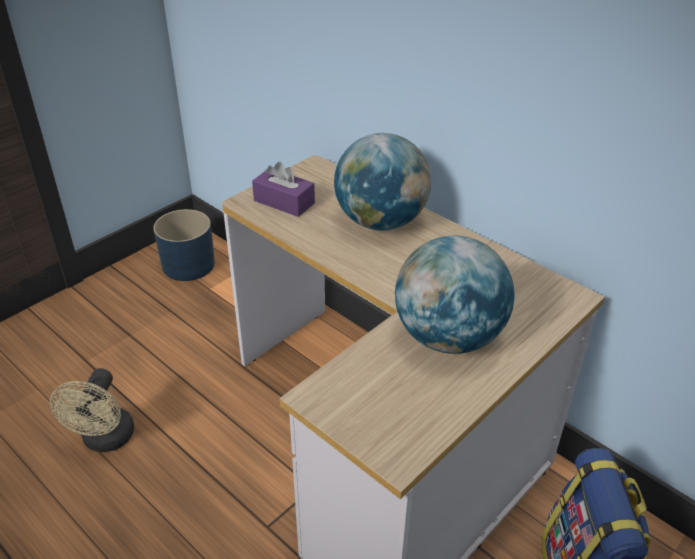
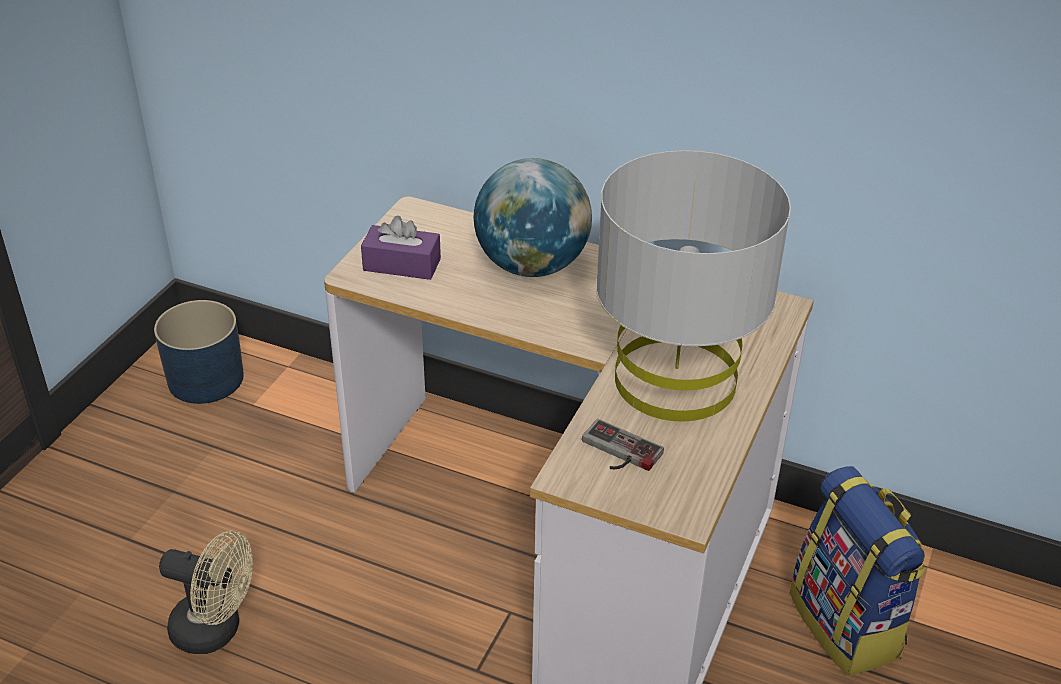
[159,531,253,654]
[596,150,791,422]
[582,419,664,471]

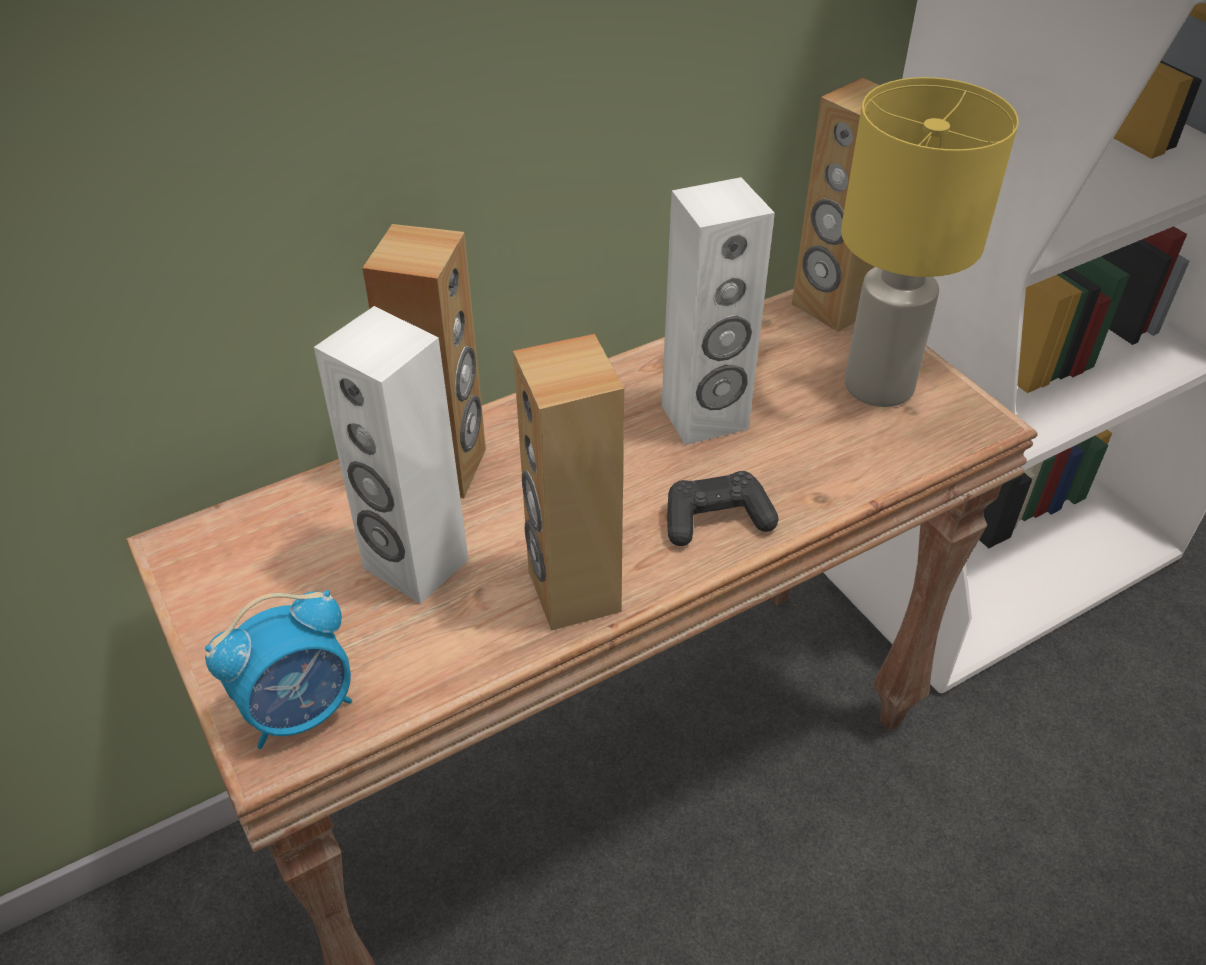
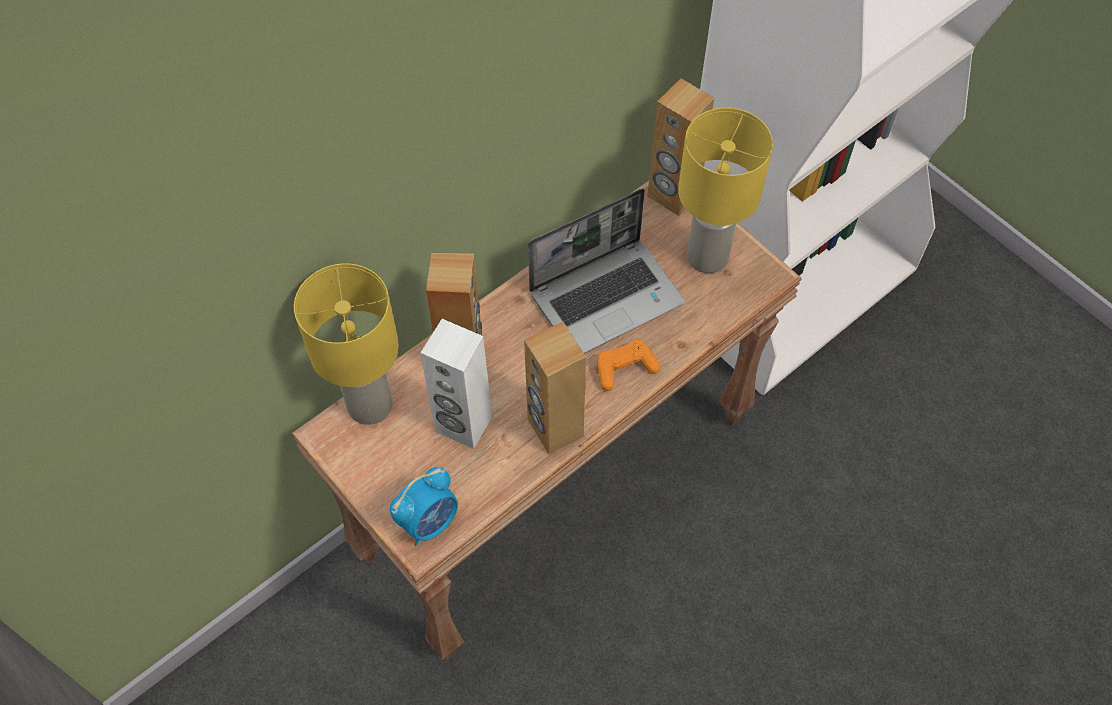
[528,188,685,354]
[597,340,660,391]
[294,263,399,425]

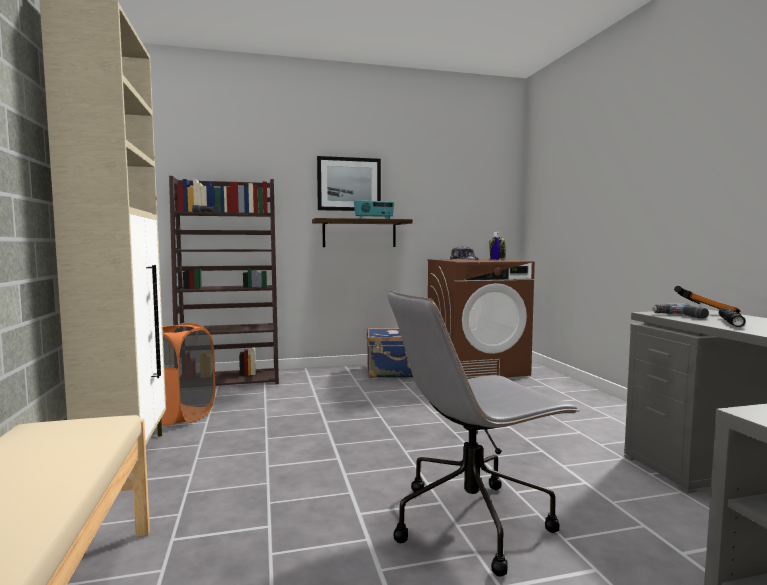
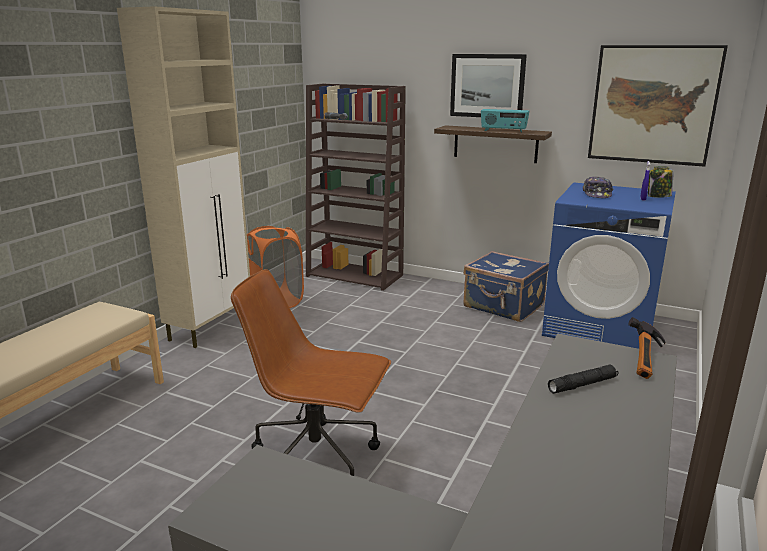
[231,269,391,476]
[542,182,676,349]
[652,303,709,319] (first image)
[588,45,728,167]

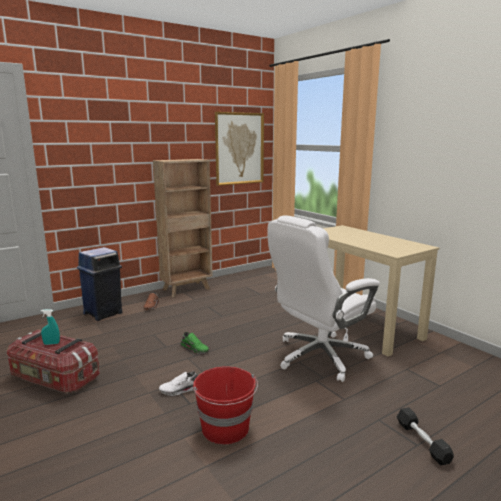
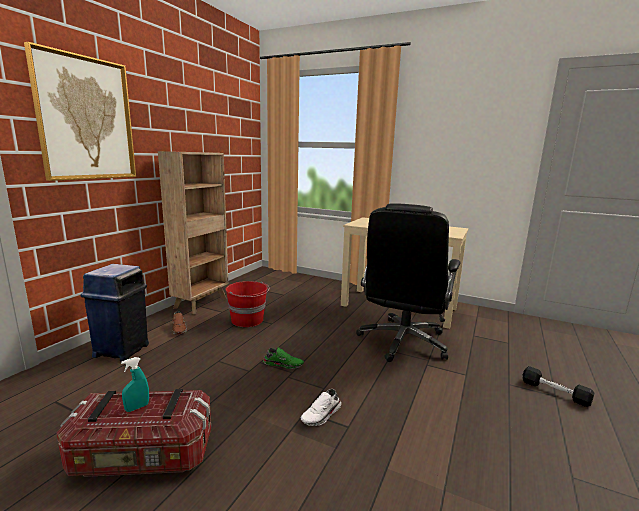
[226,281,269,327]
[24,42,136,181]
[356,203,461,362]

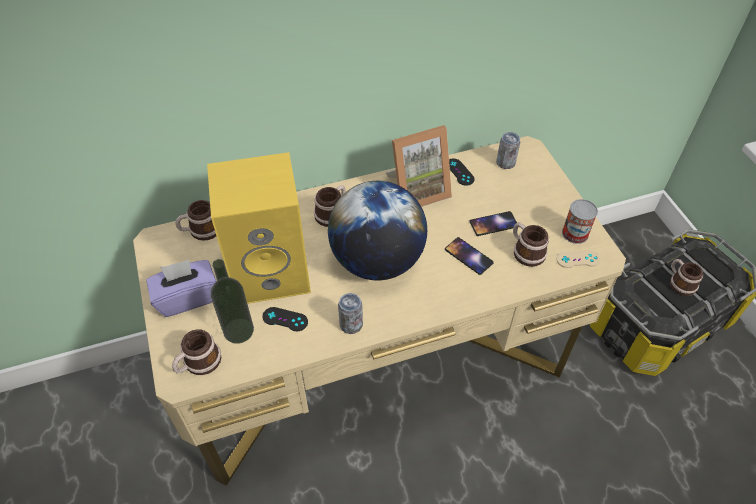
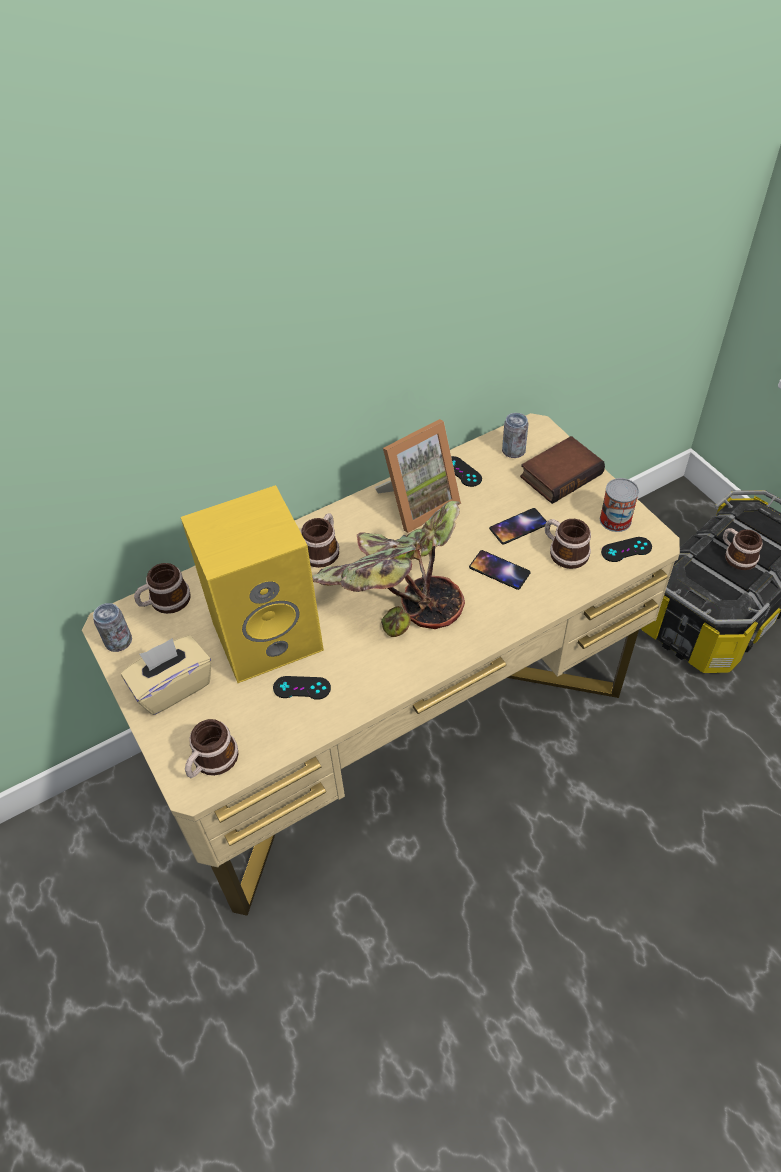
[121,635,212,715]
[211,259,254,344] (first image)
[312,501,465,637]
[93,603,132,652]
[601,537,652,562]
[520,436,605,504]

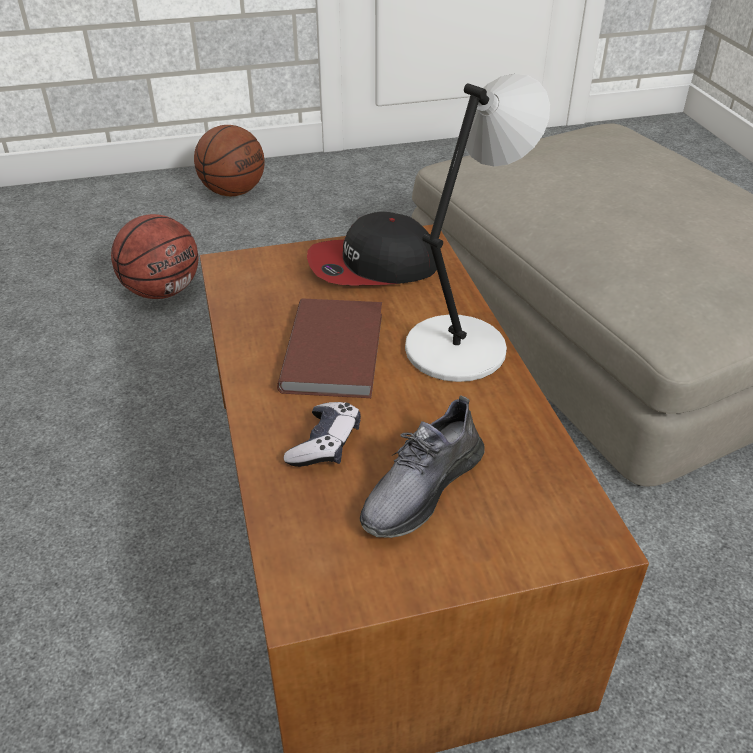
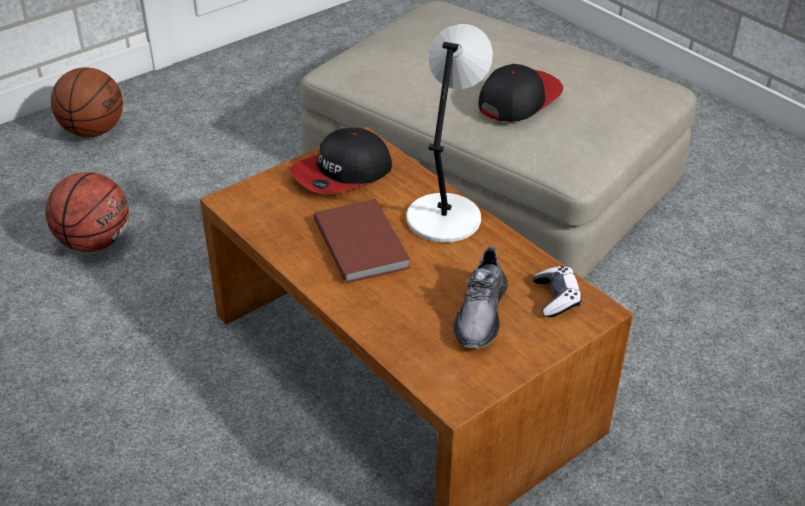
[533,266,582,317]
[478,64,563,122]

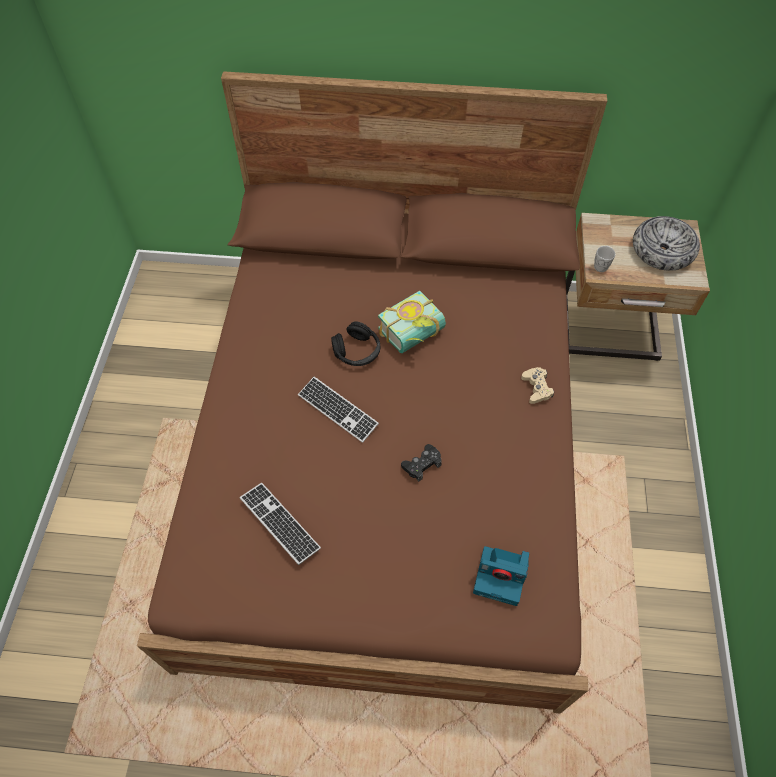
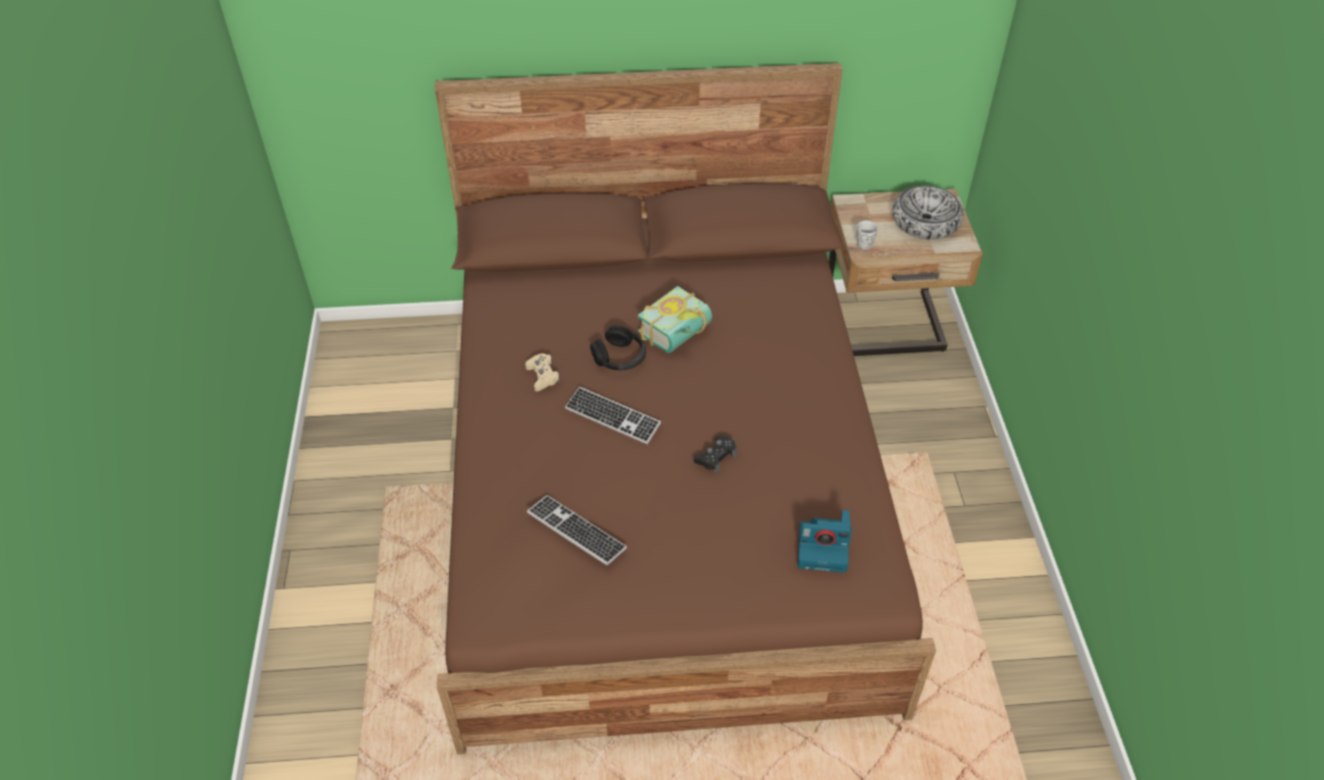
[525,354,560,391]

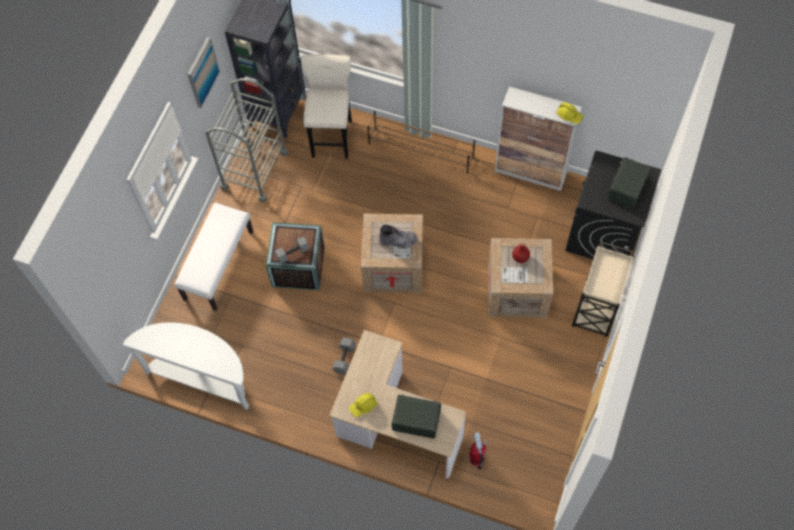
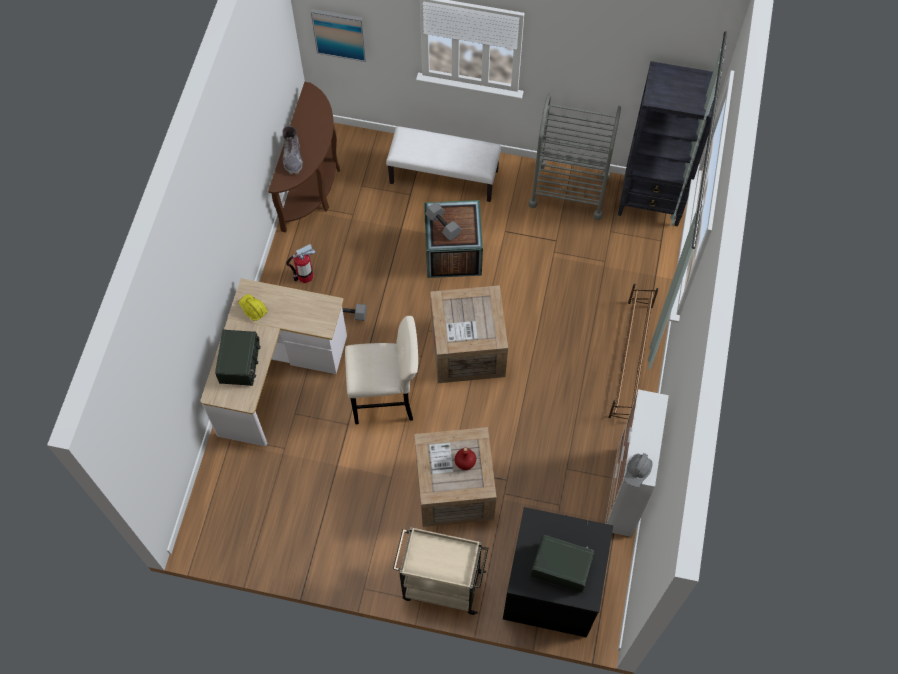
[268,82,340,232]
[311,9,367,62]
[345,316,418,424]
[282,126,303,174]
[286,244,316,283]
[624,453,653,488]

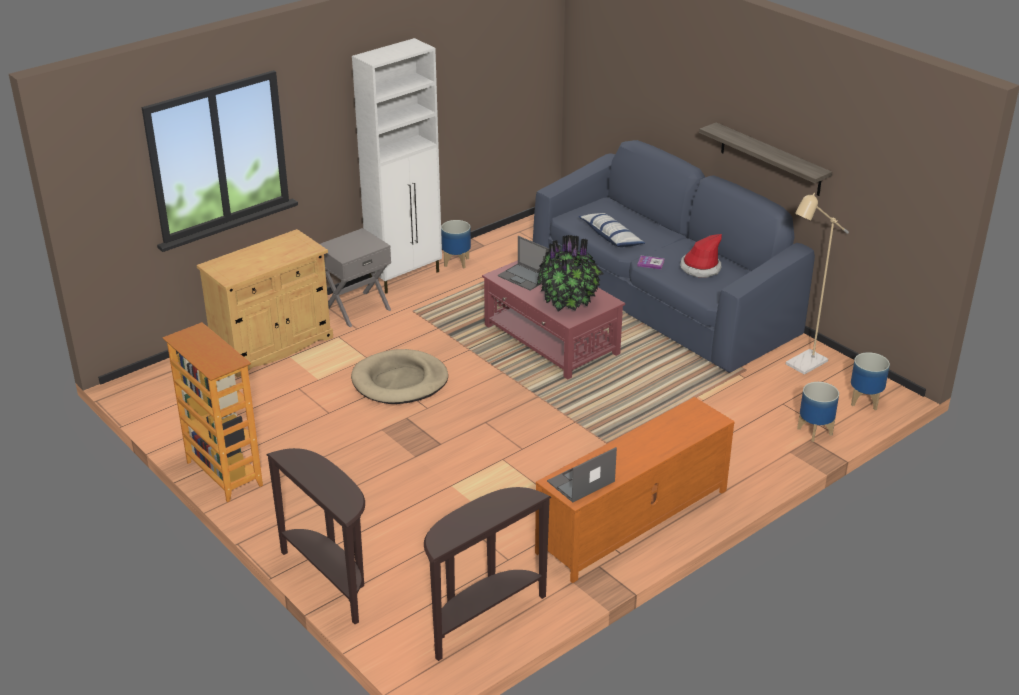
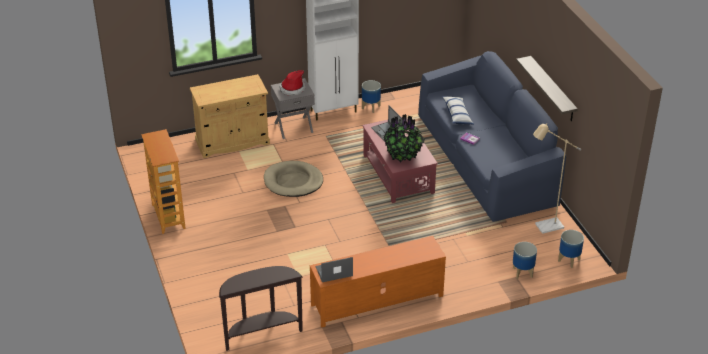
[266,448,365,624] (first image)
[279,70,305,96]

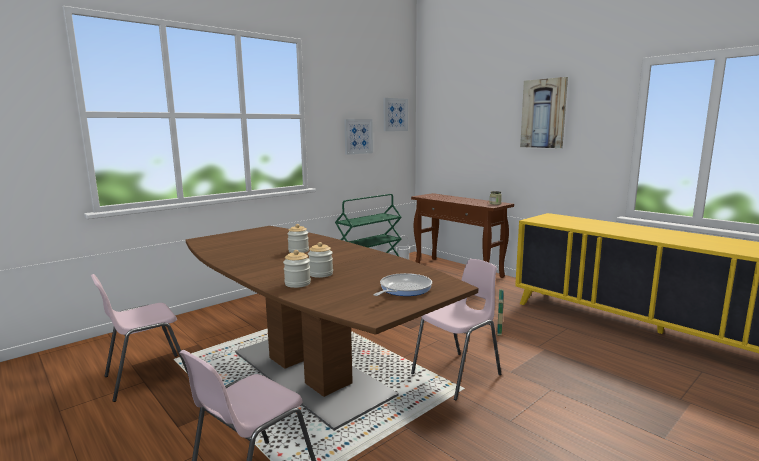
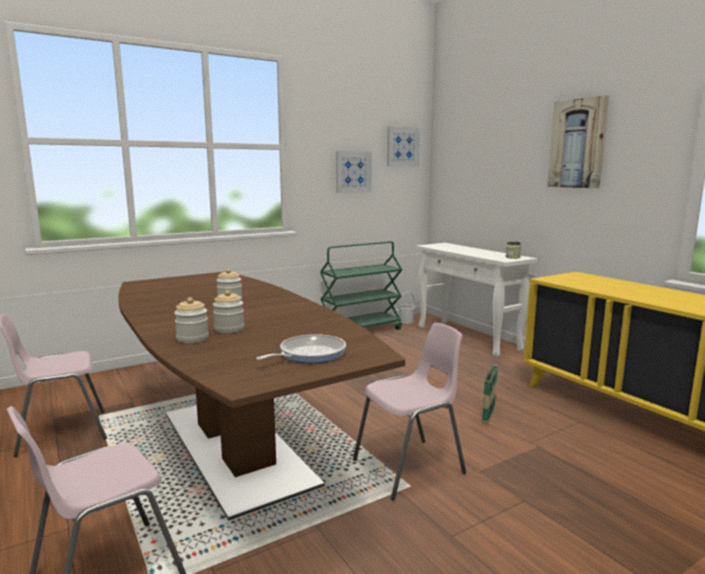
[416,243,538,357]

